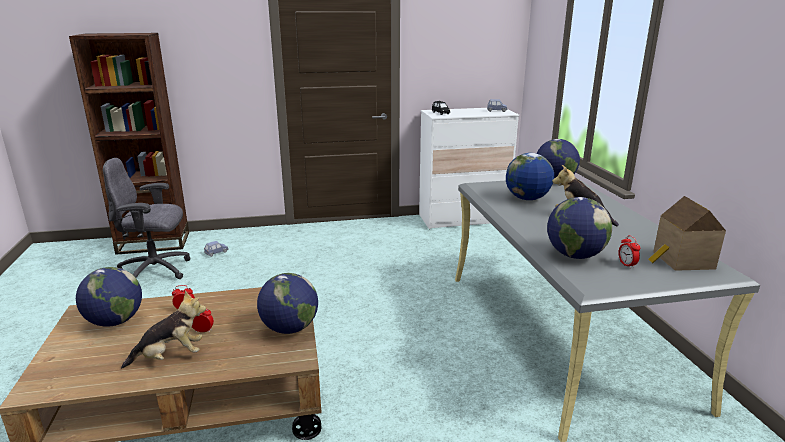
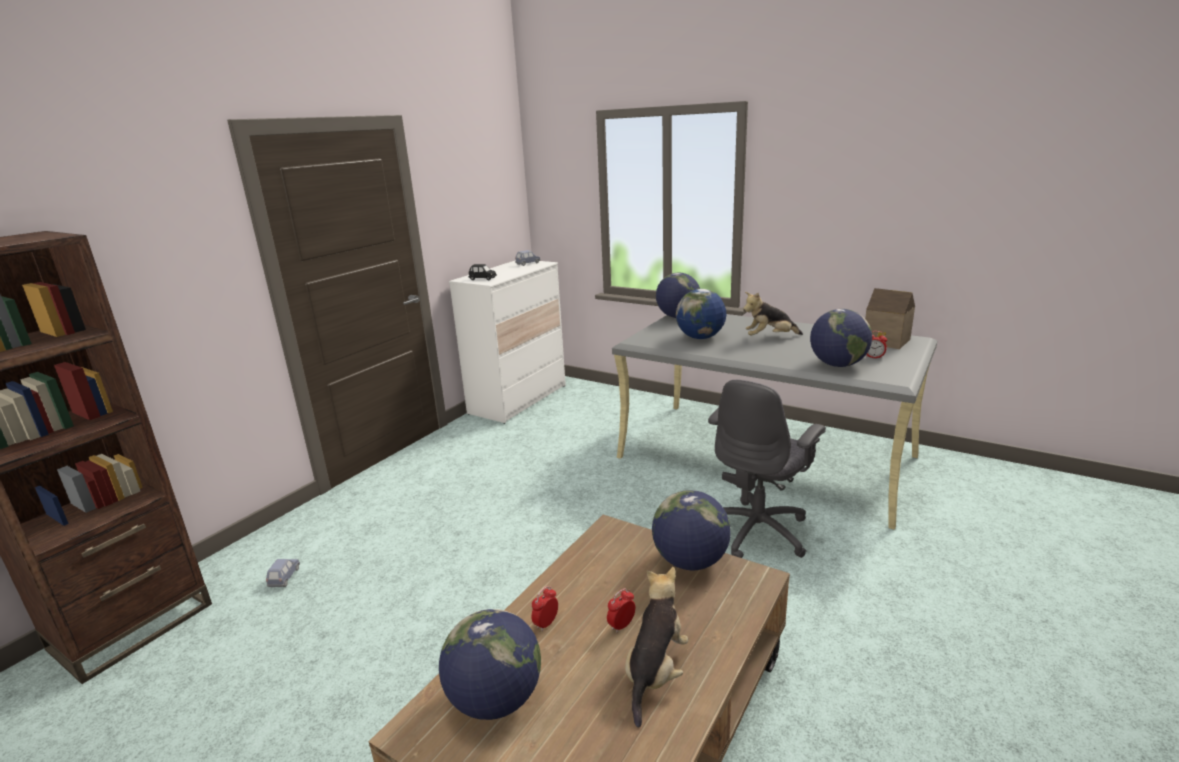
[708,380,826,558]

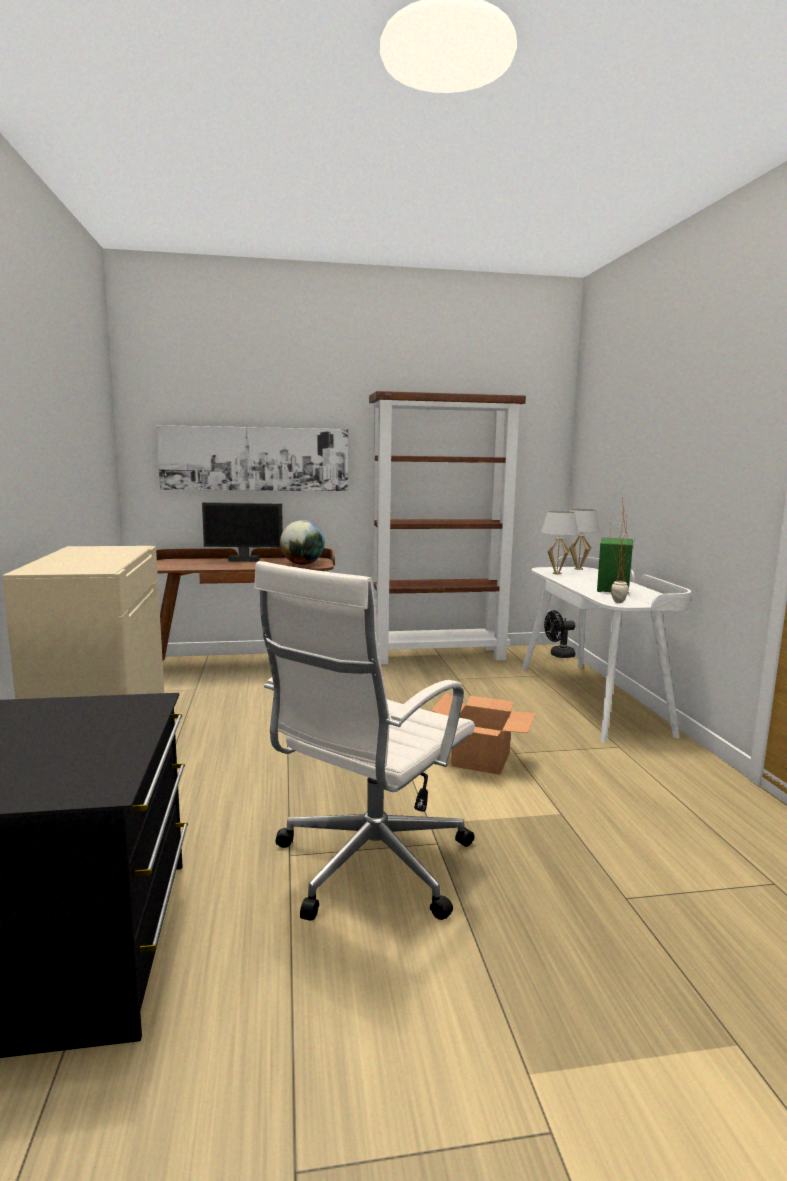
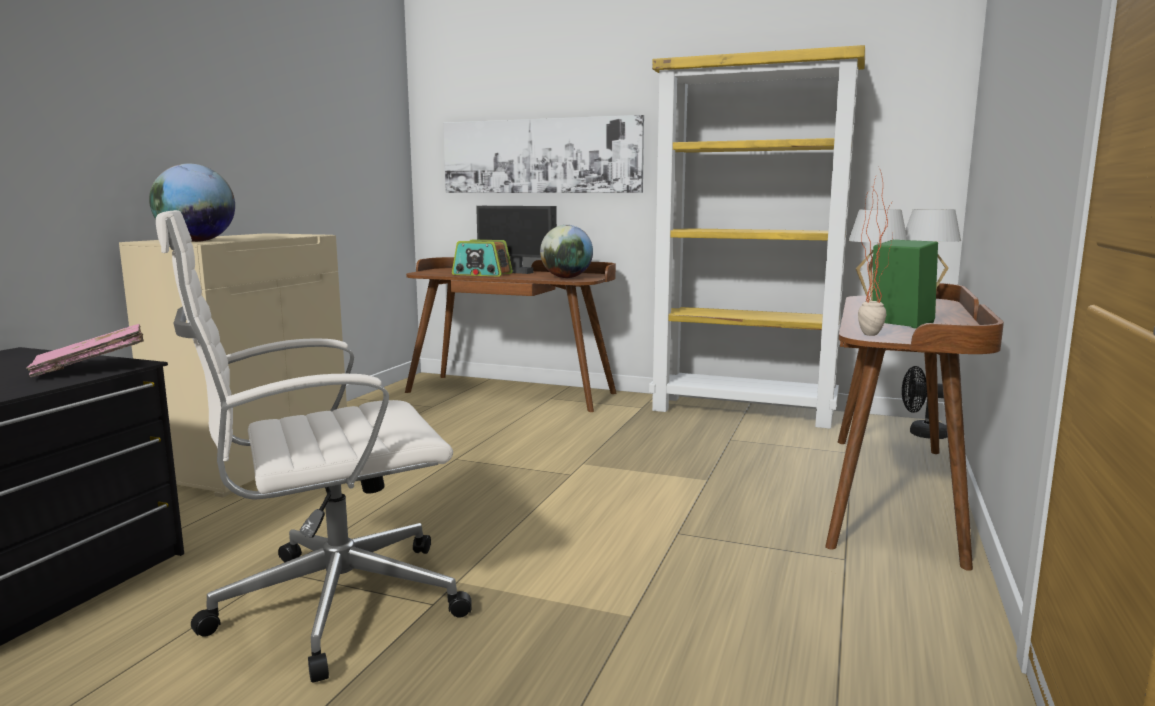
[649,45,865,429]
[432,693,536,775] (first image)
[825,283,1004,571]
[26,324,144,377]
[149,163,235,242]
[452,239,513,277]

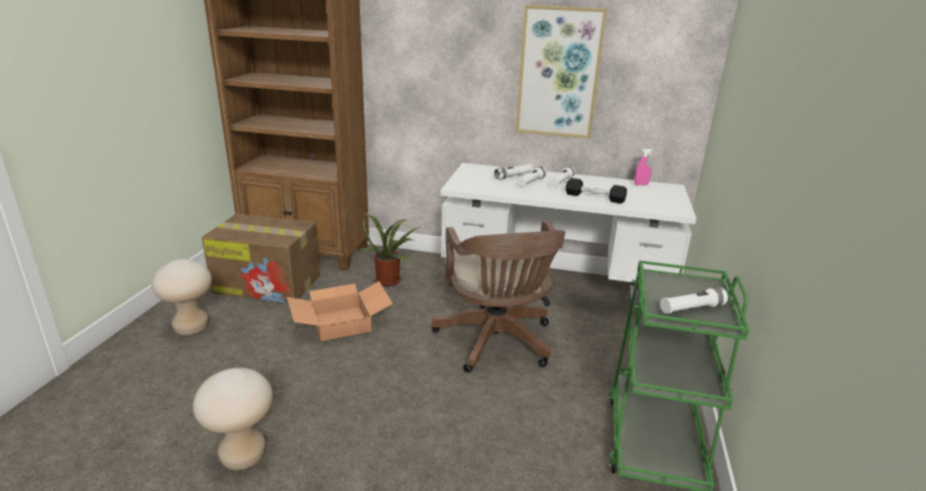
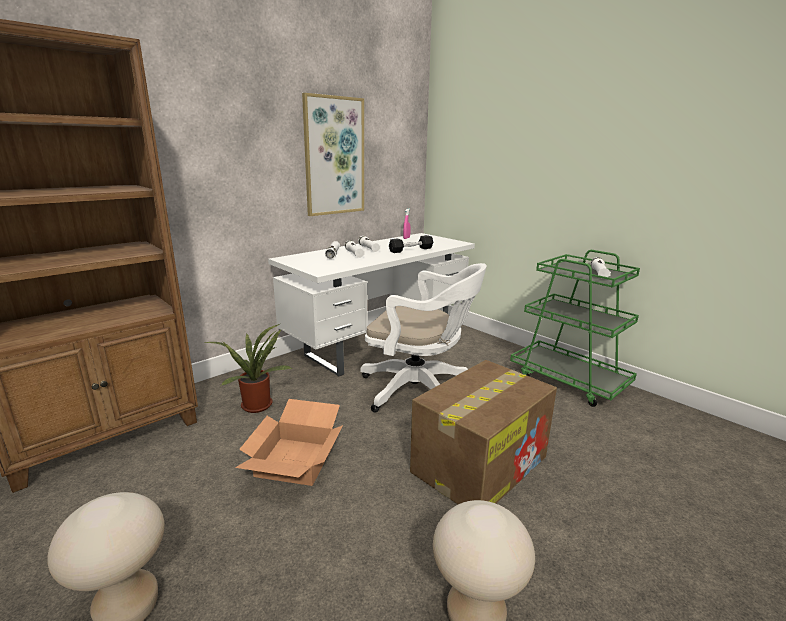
[410,360,557,504]
[360,263,487,413]

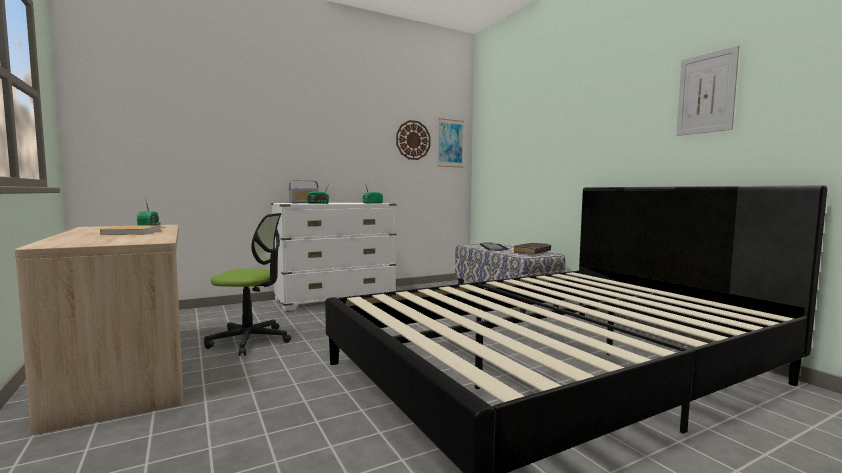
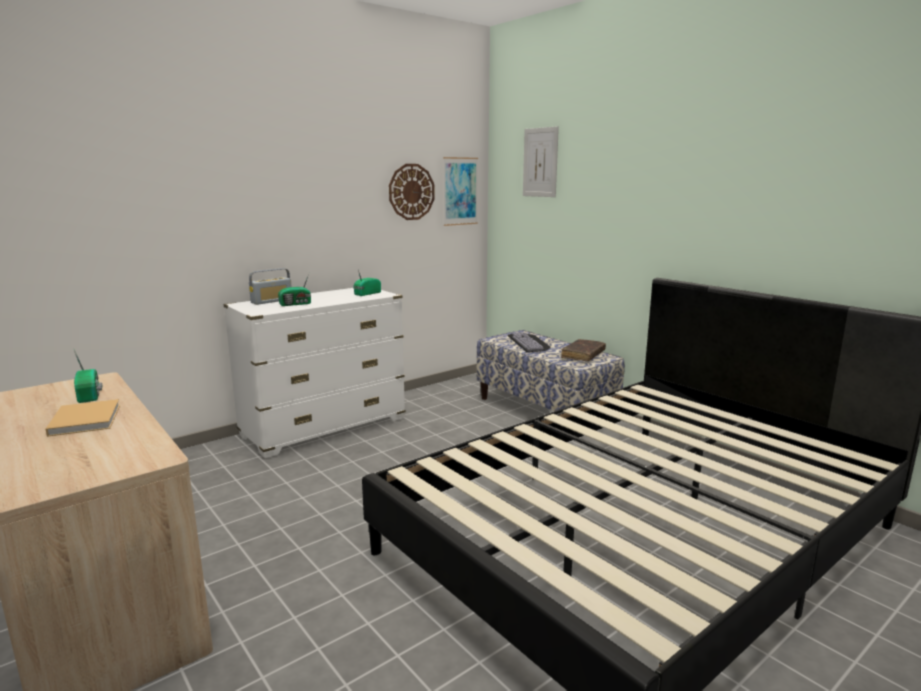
[204,213,291,356] (first image)
[523,126,559,197]

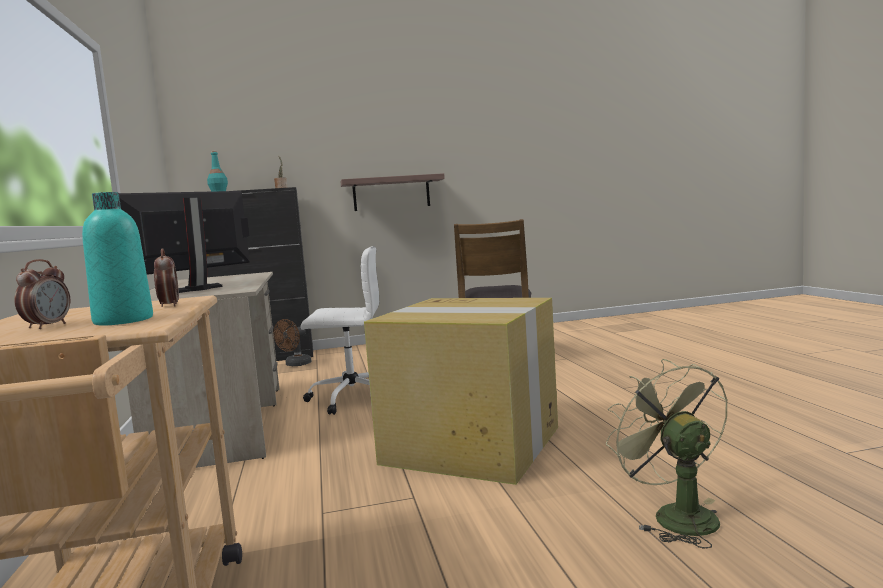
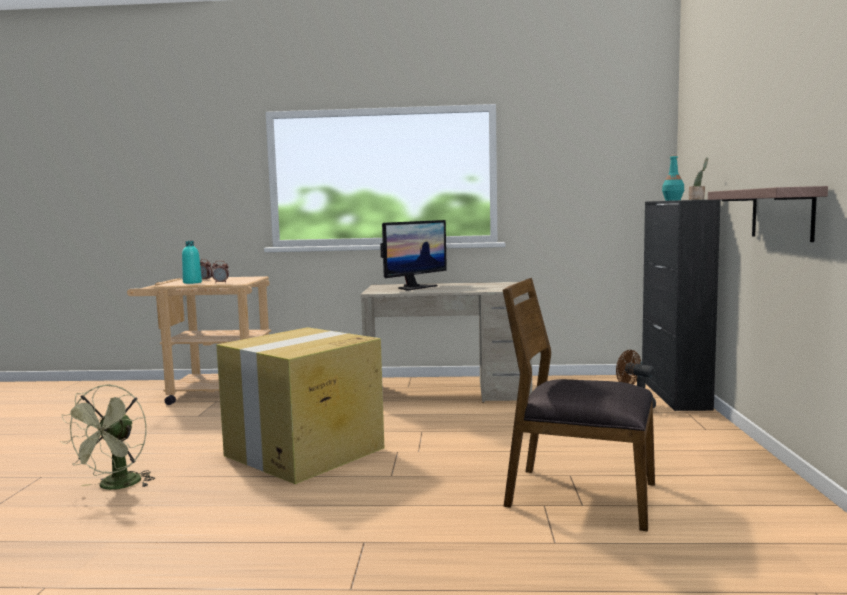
[380,220,447,291]
[301,246,379,415] (first image)
[60,384,155,490]

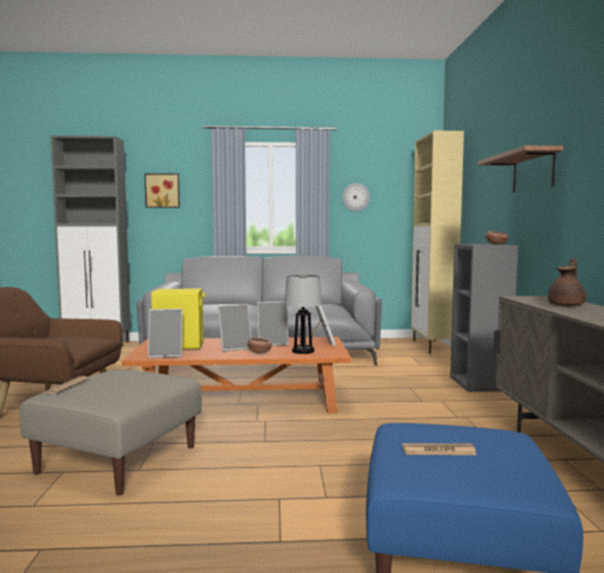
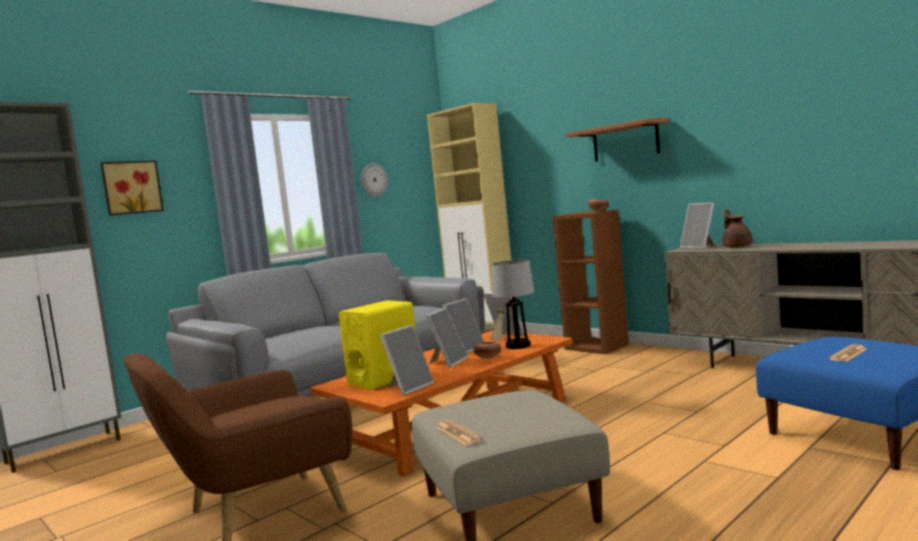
[553,210,629,354]
[680,203,715,249]

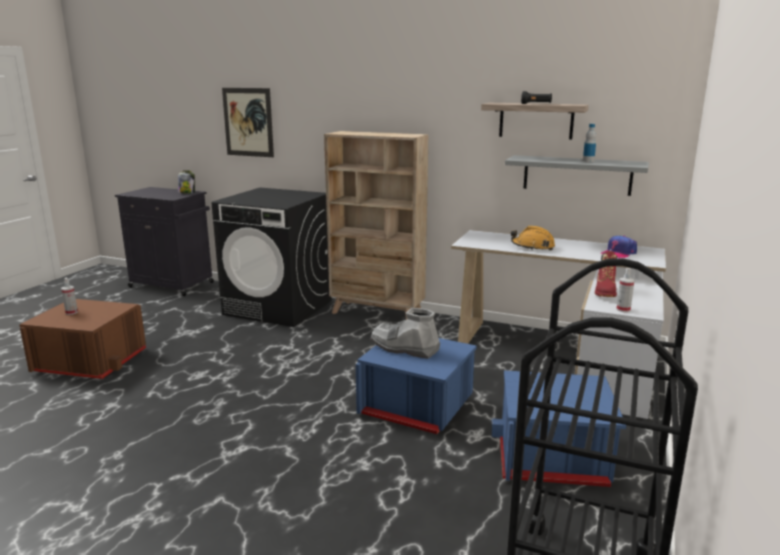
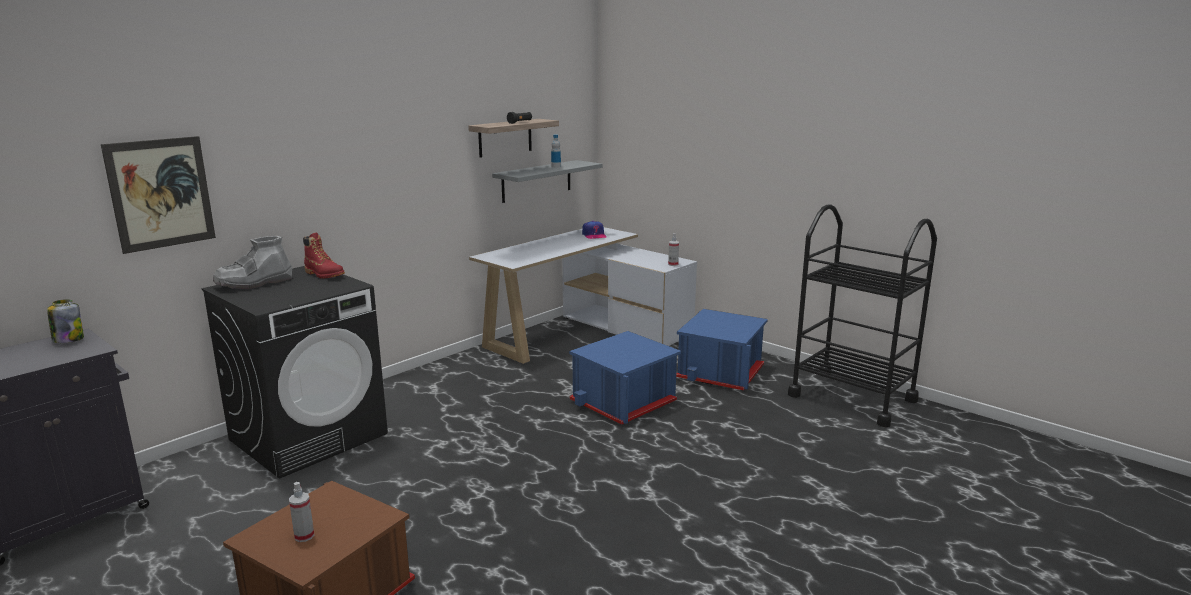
[324,131,428,319] (first image)
[213,236,292,289]
[511,226,555,251] (first image)
[303,233,345,279]

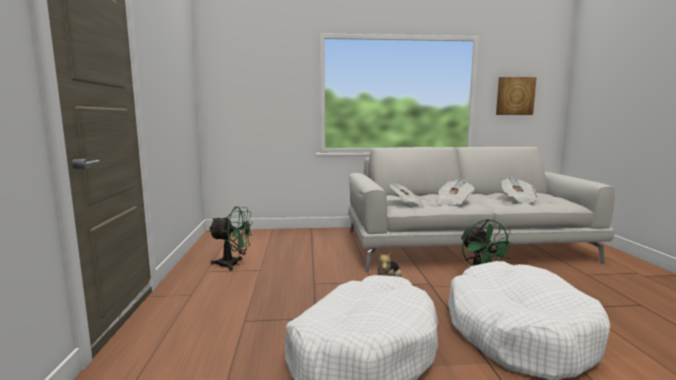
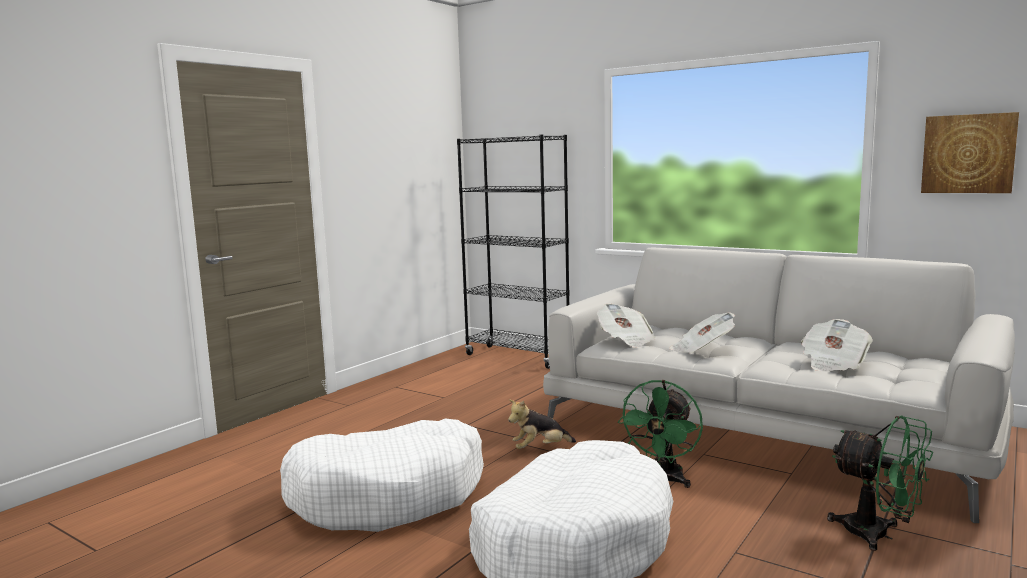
[827,416,933,551]
[457,135,570,369]

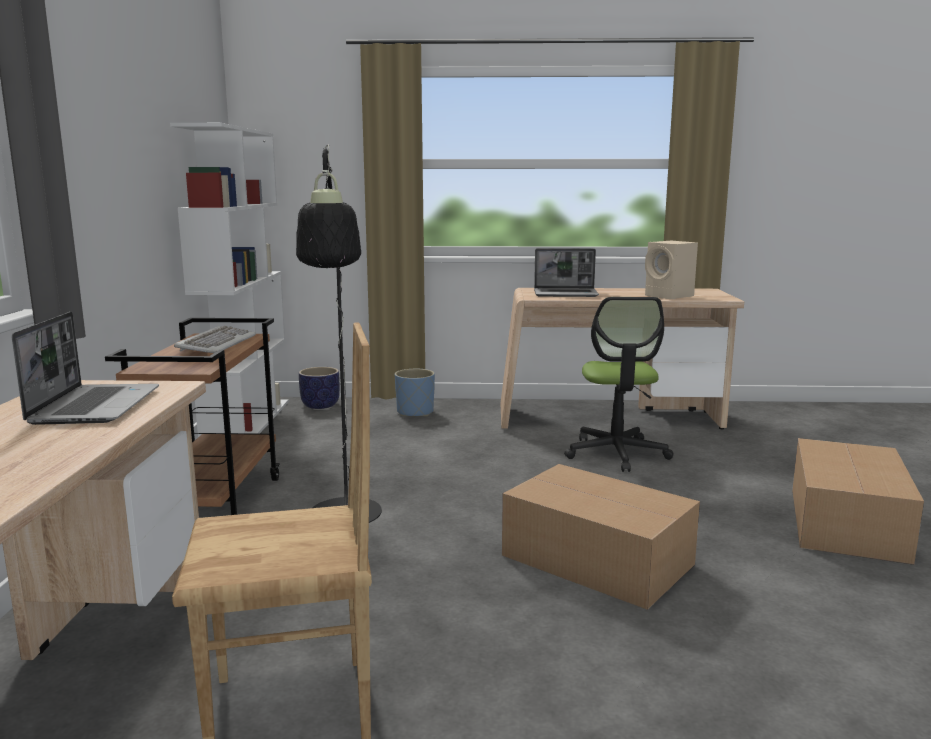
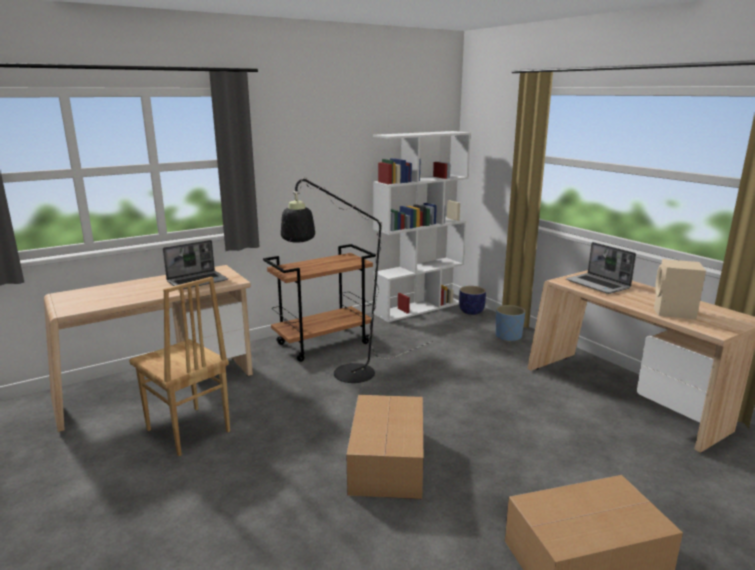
[174,326,256,353] (first image)
[564,297,674,472] (first image)

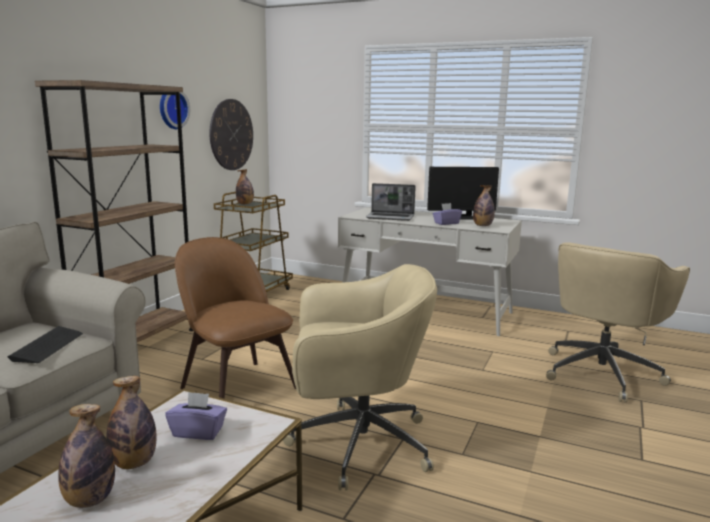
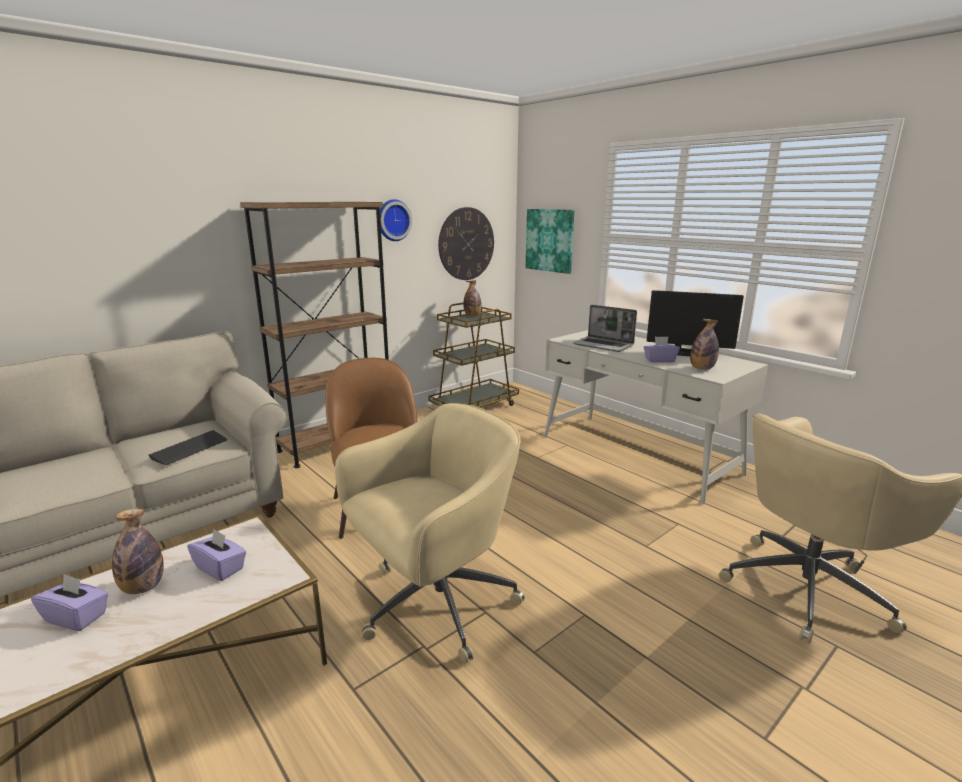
[31,574,109,631]
[335,403,525,663]
[526,209,575,274]

